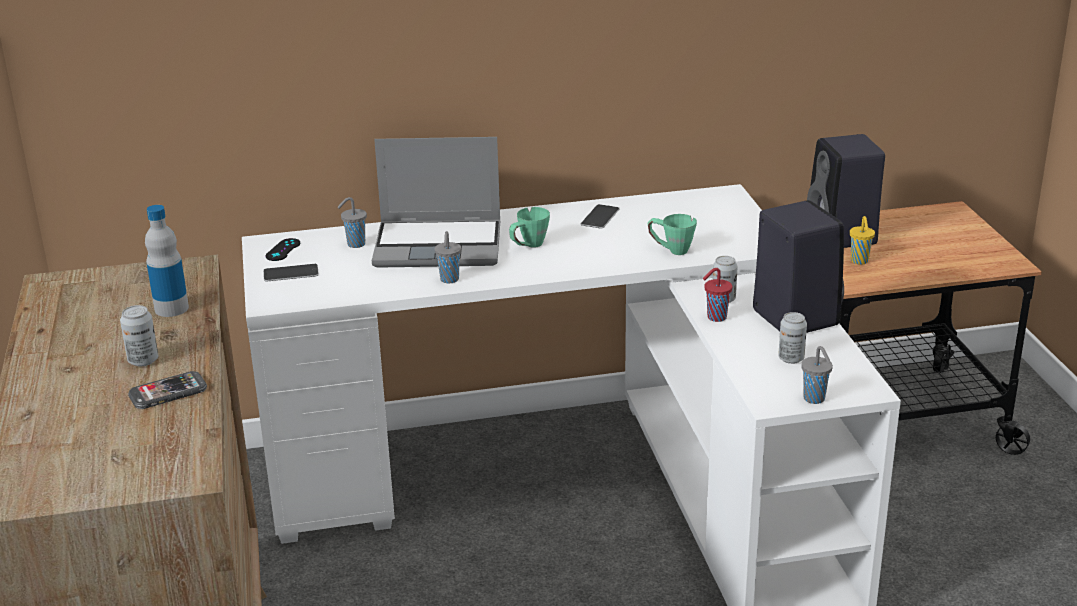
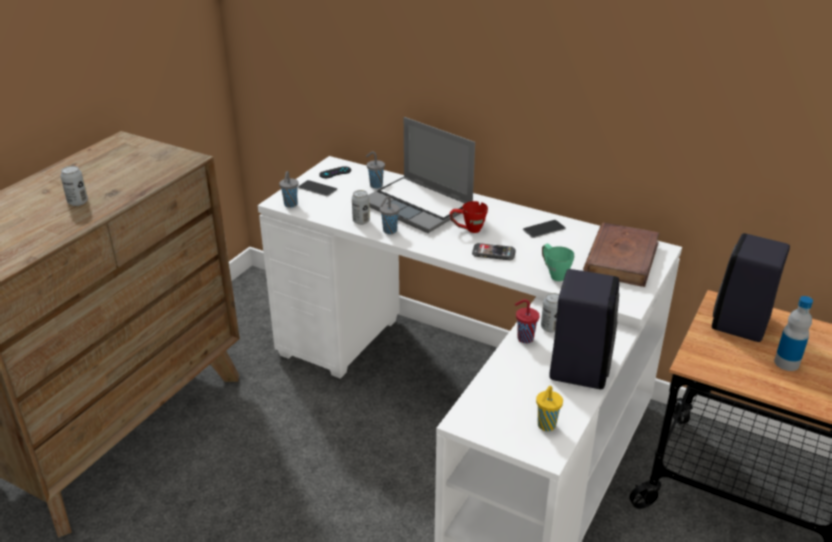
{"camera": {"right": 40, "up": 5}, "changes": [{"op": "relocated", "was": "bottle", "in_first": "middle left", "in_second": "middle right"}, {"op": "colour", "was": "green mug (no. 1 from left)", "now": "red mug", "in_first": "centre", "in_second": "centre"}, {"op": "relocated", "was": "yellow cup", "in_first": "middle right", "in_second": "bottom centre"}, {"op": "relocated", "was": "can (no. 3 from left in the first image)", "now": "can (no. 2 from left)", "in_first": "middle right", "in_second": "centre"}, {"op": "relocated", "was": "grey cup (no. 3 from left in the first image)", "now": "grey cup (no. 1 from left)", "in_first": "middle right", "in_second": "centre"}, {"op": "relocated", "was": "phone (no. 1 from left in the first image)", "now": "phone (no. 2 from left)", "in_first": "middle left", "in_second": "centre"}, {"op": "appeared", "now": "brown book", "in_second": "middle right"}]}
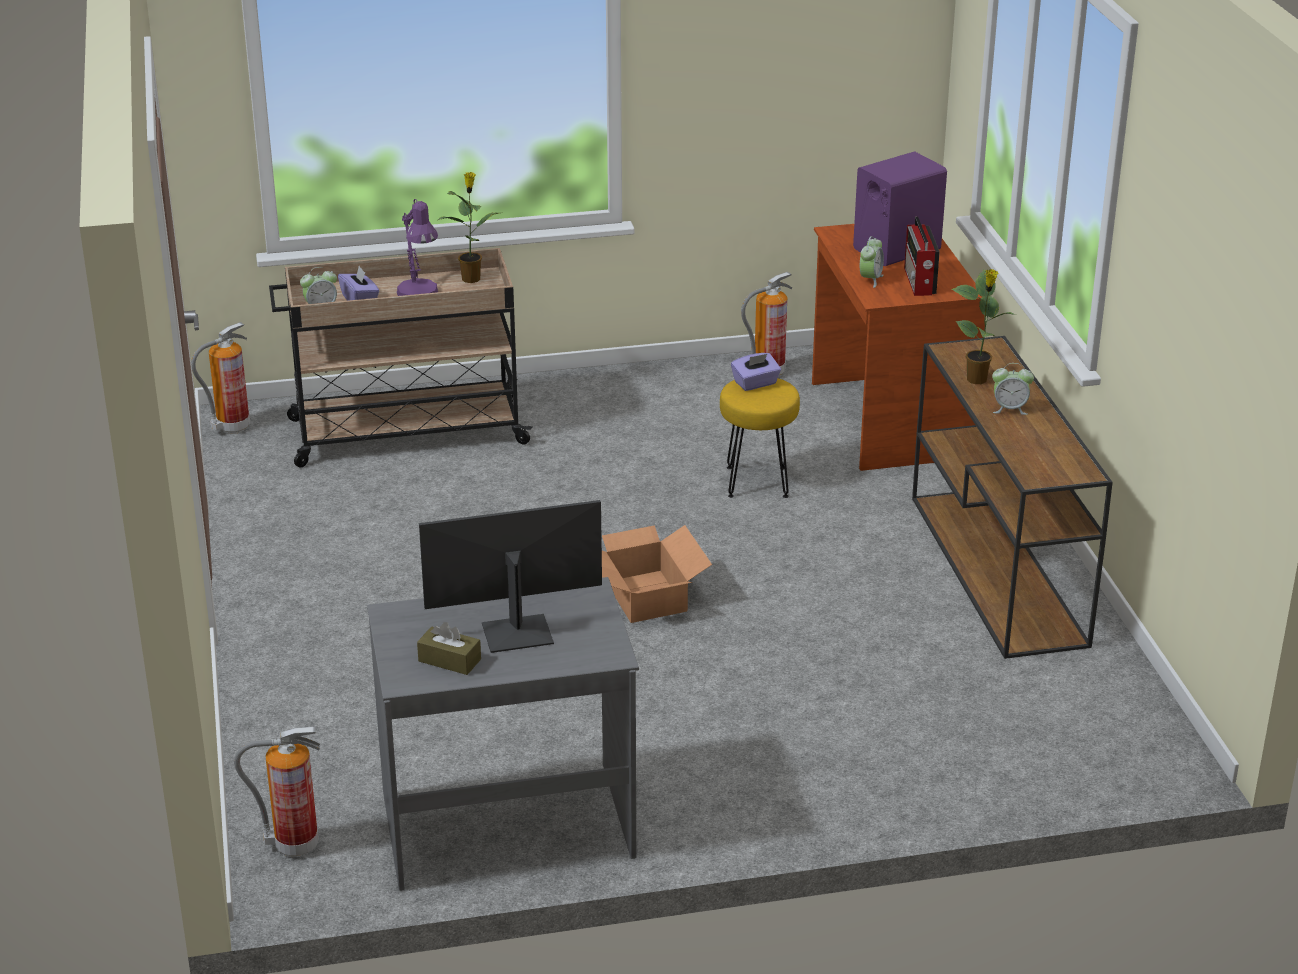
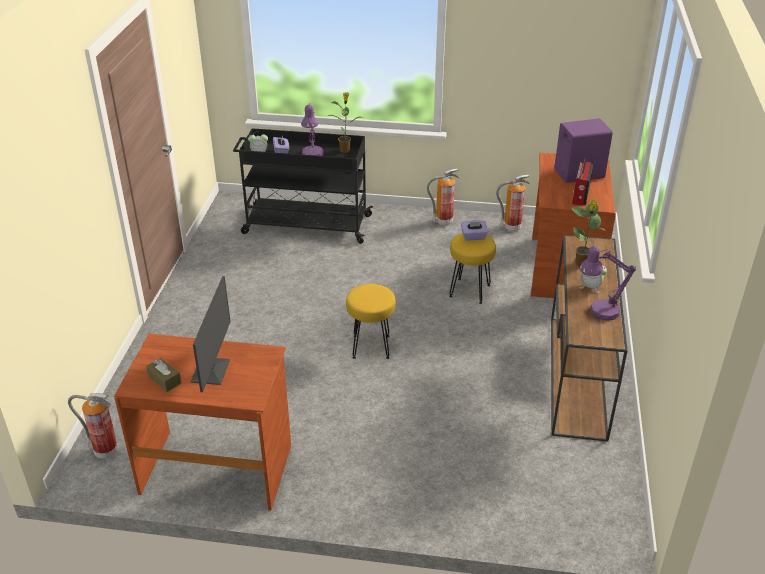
{"camera": {"right": 20, "up": 5}, "changes": [{"op": "missing", "was": "alarm clock (no. 2 from left)", "in_first": "top right"}, {"op": "colour", "was": "beige cart", "now": "black cart", "in_first": "middle left", "in_second": "top centre"}, {"op": "relocated", "was": "fire extinguisher (no. 1 from left in the first image)", "now": "fire extinguisher (no. 2 from left)", "in_first": "middle left", "in_second": "centre"}, {"op": "spun", "was": "monitor", "in_first": "centre", "in_second": "middle left", "clockwise": 90}, {"op": "exchanged", "was": "cardboard box", "now": "yellow stool (no. 1 from left)", "in_first": "centre", "in_second": "centre"}, {"op": "colour", "was": "grey desk", "now": "brown desk (no. 1 from left)", "in_first": "bottom centre", "in_second": "bottom left"}, {"op": "appeared", "now": "purple table lamp (no. 2 from left)", "in_second": "middle right"}]}
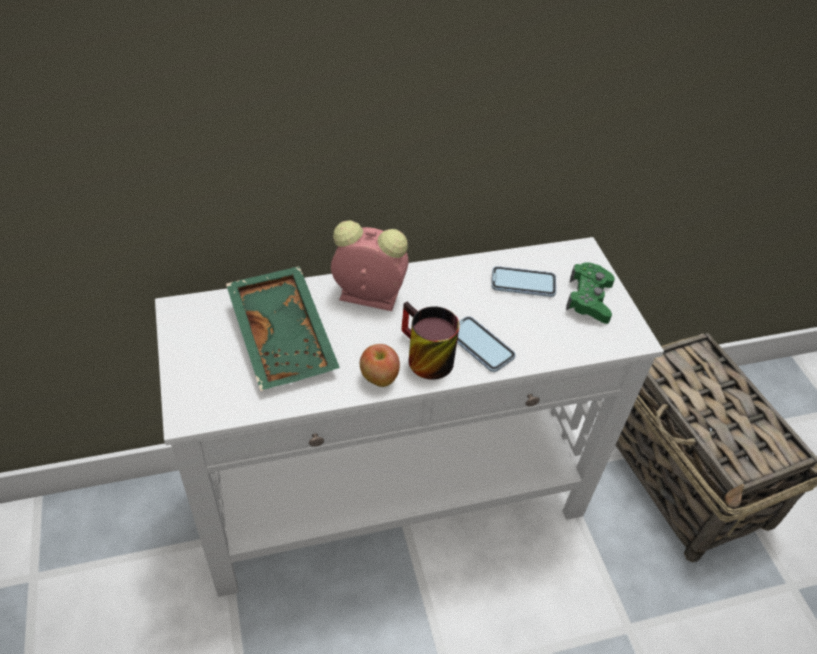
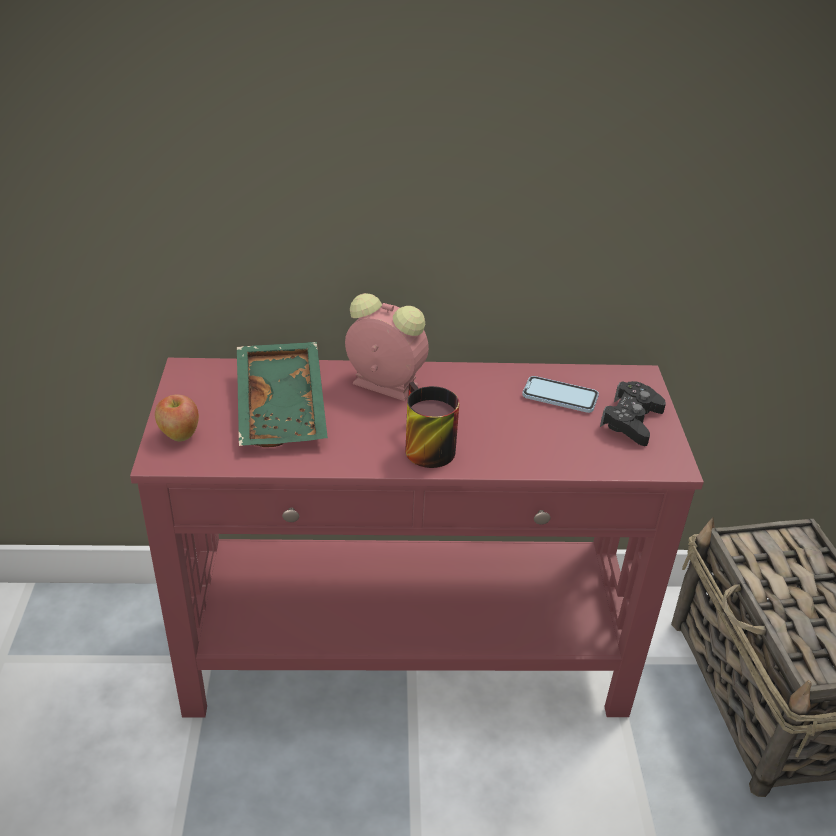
{"camera": {"right": 15, "up": -10}, "changes": [{"op": "colour", "was": "white console table", "now": "red console table", "in_first": "centre", "in_second": "centre"}, {"op": "colour", "was": "green game controller", "now": "black game controller", "in_first": "middle right", "in_second": "middle right"}, {"op": "missing", "was": "phone (no. 1 from left)", "in_first": "centre"}, {"op": "relocated", "was": "apple", "in_first": "centre", "in_second": "middle left"}]}
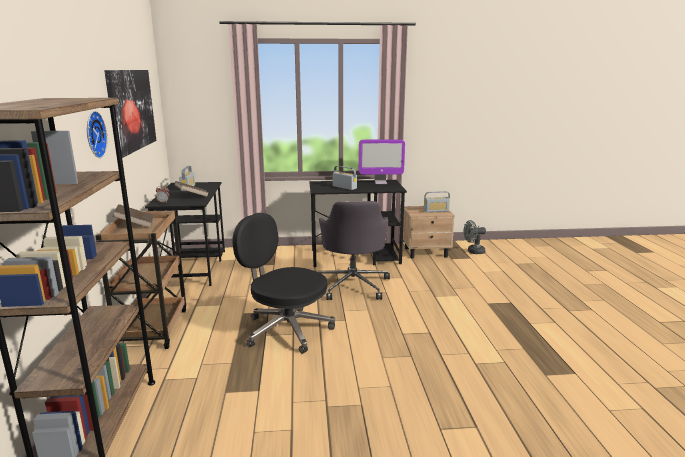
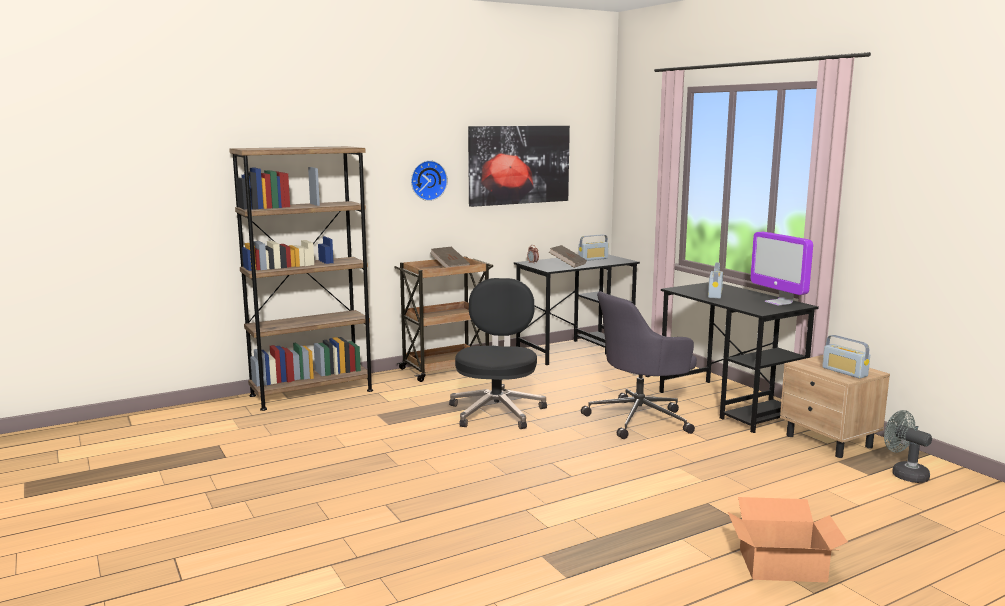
{"camera": {"right": 65, "up": -5}, "changes": [{"op": "appeared", "now": "cardboard box", "in_second": "bottom right"}]}
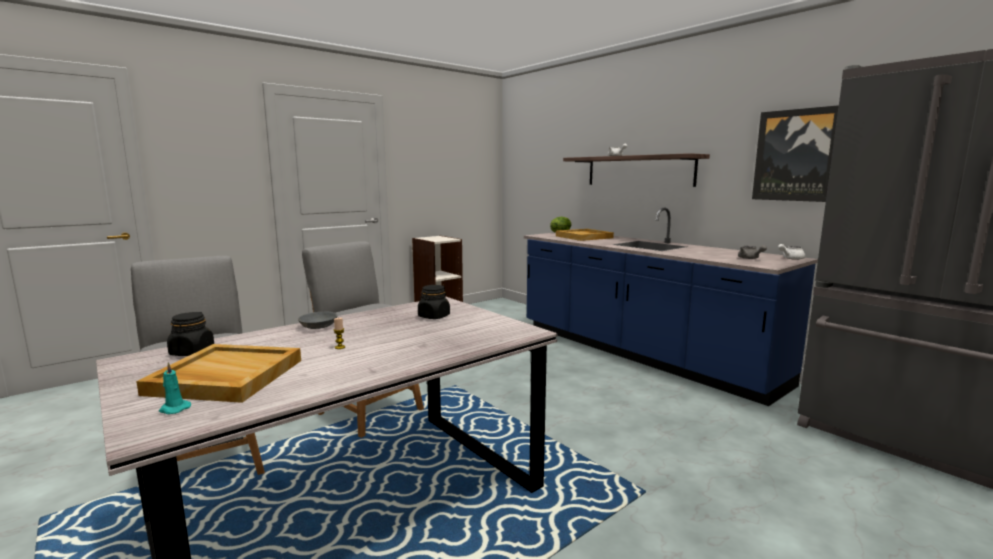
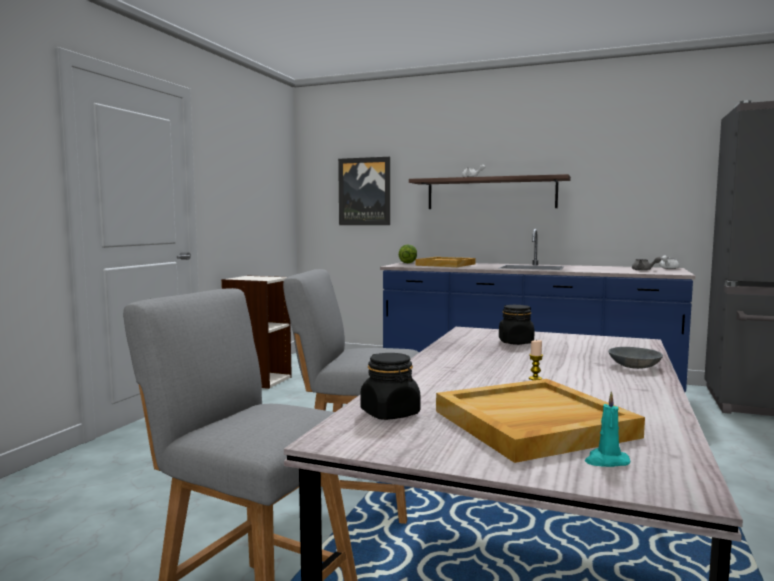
{"camera": {"right": -30, "up": -5}, "changes": [{"op": "relocated", "was": "picture", "in_first": "top right", "in_second": "top centre"}, {"op": "relocated", "was": "grey bowl", "in_first": "middle left", "in_second": "middle right"}]}
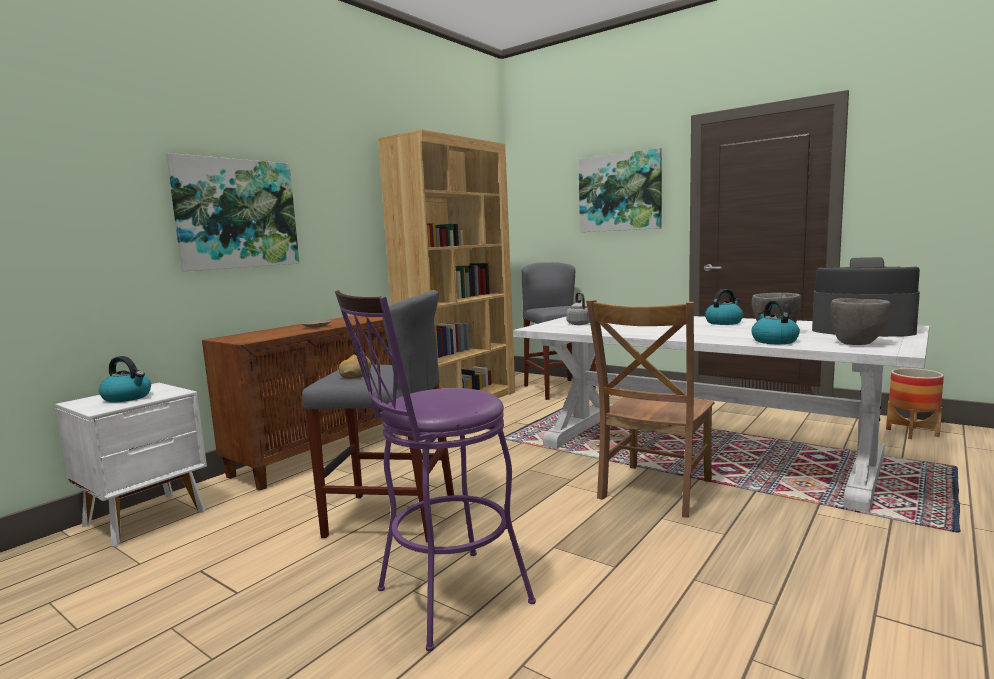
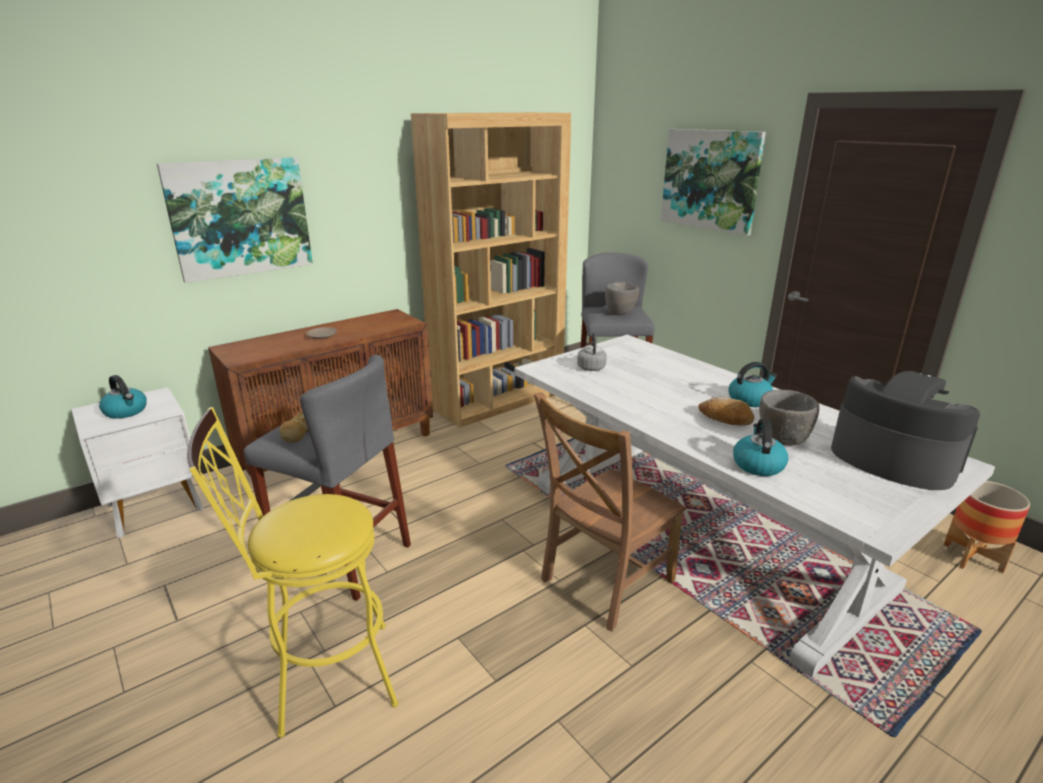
{"camera": {"right": 15, "up": 15}, "changes": [{"op": "colour", "was": "purple stool", "now": "yellow stool", "in_first": "bottom centre", "in_second": "bottom left"}, {"op": "relocated", "was": "grey bowl (no. 2 from left in the first image)", "now": "grey bowl (no. 1 from left)", "in_first": "middle right", "in_second": "centre"}, {"op": "appeared", "now": "bread (no. 2 from left)", "in_second": "middle right"}]}
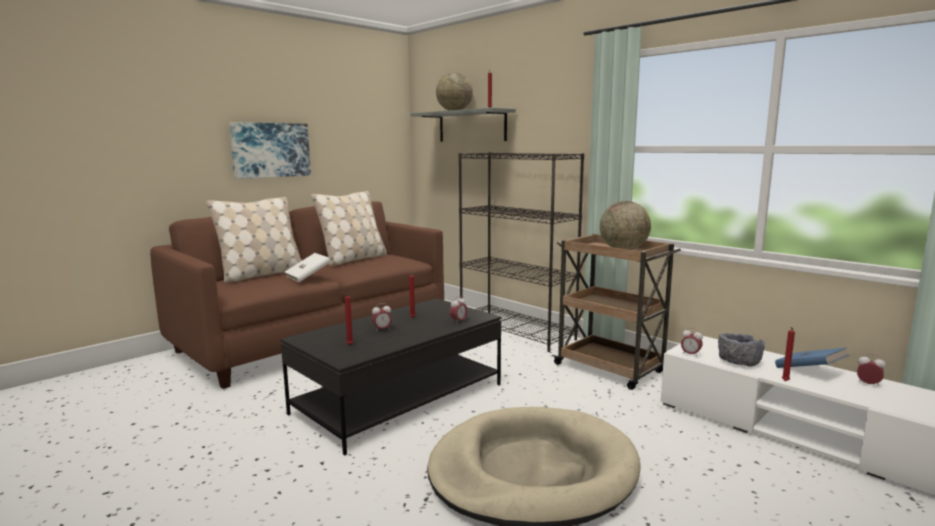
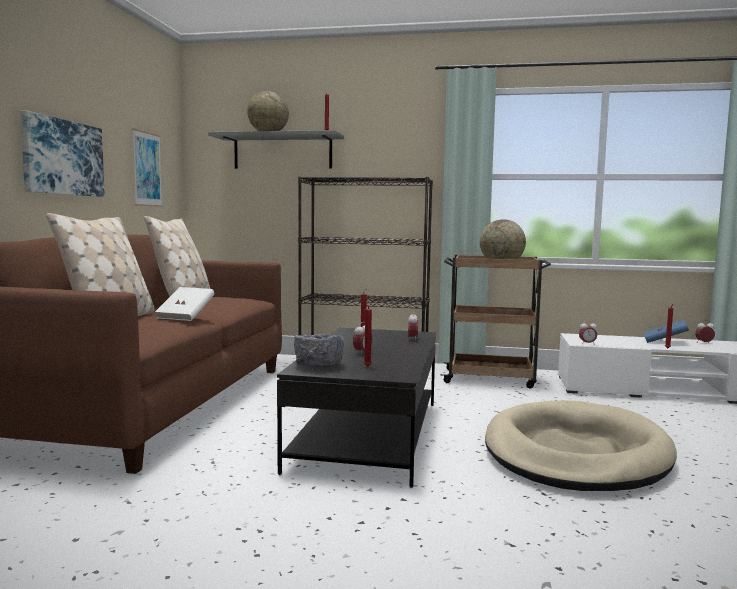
{"camera": {"right": -35, "up": -5}, "changes": [{"op": "relocated", "was": "grey bowl", "in_first": "middle right", "in_second": "centre"}, {"op": "appeared", "now": "picture (no. 2 from left)", "in_second": "top left"}]}
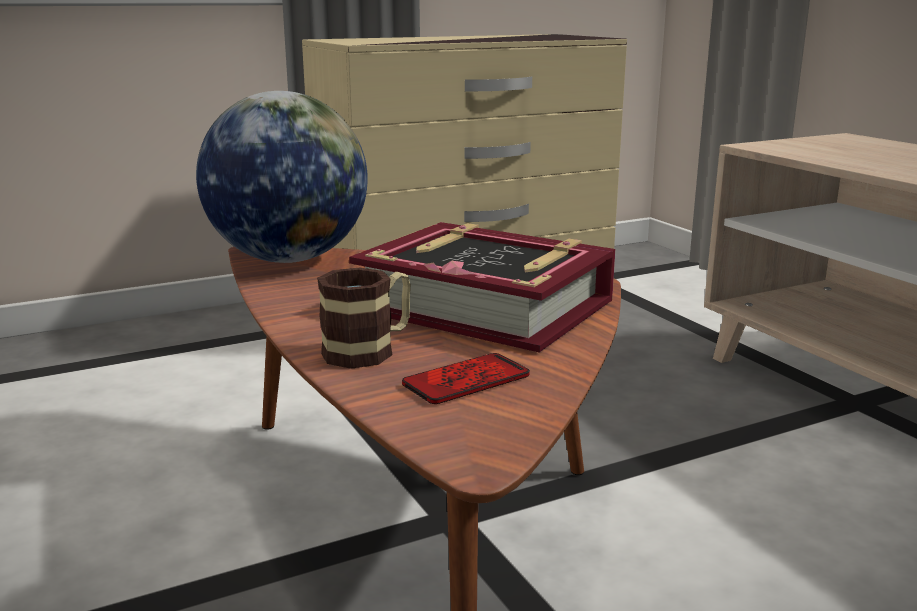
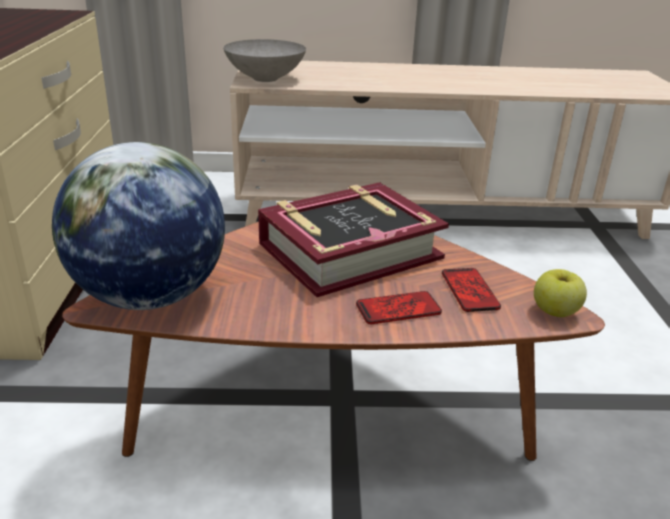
{"camera": {"right": -65, "up": 10}, "changes": [{"op": "exchanged", "was": "mug", "now": "phone (no. 1 from left)", "in_first": "centre", "in_second": "centre"}, {"op": "appeared", "now": "grey bowl", "in_second": "top centre"}, {"op": "appeared", "now": "apple", "in_second": "middle right"}]}
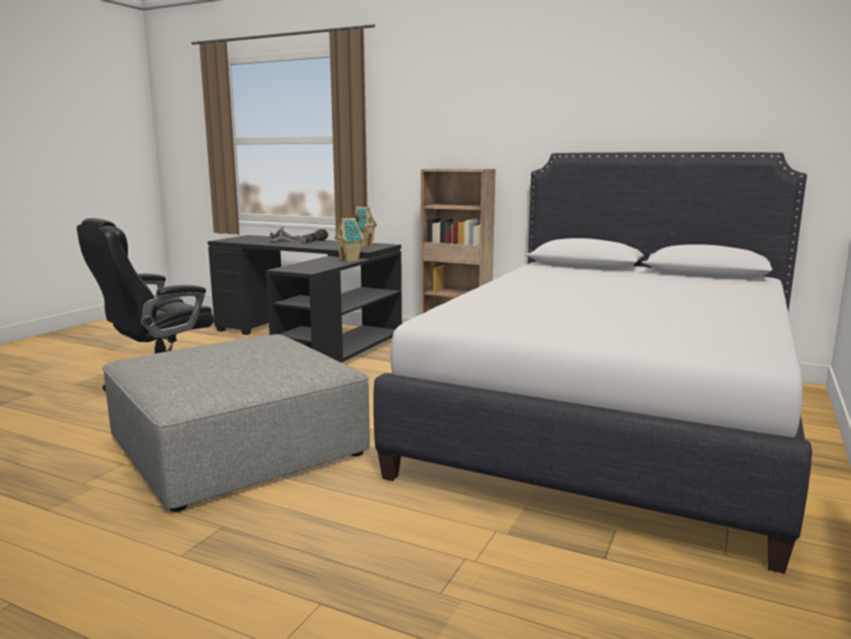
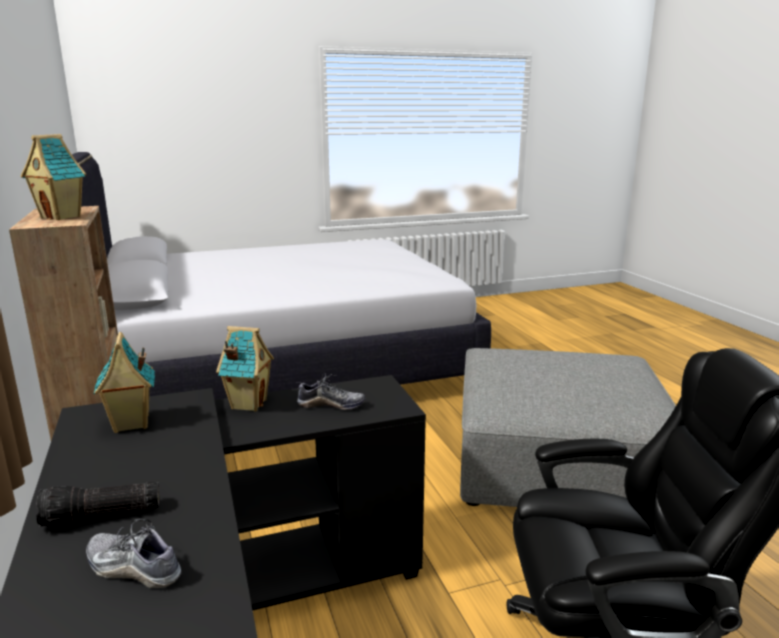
{"camera": {"right": -135, "up": 5}, "changes": [{"op": "appeared", "now": "toy house (no. 1 from left)", "in_second": "top left"}, {"op": "appeared", "now": "shoe (no. 2 from left)", "in_second": "centre"}]}
